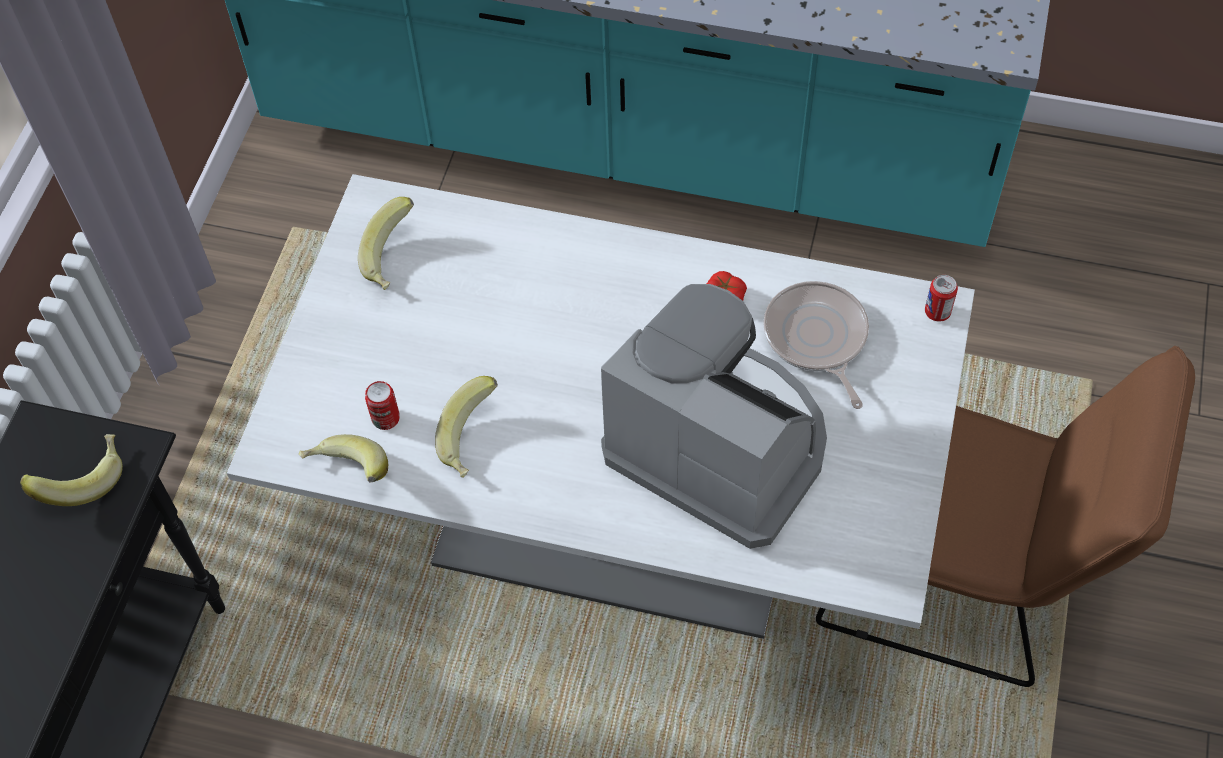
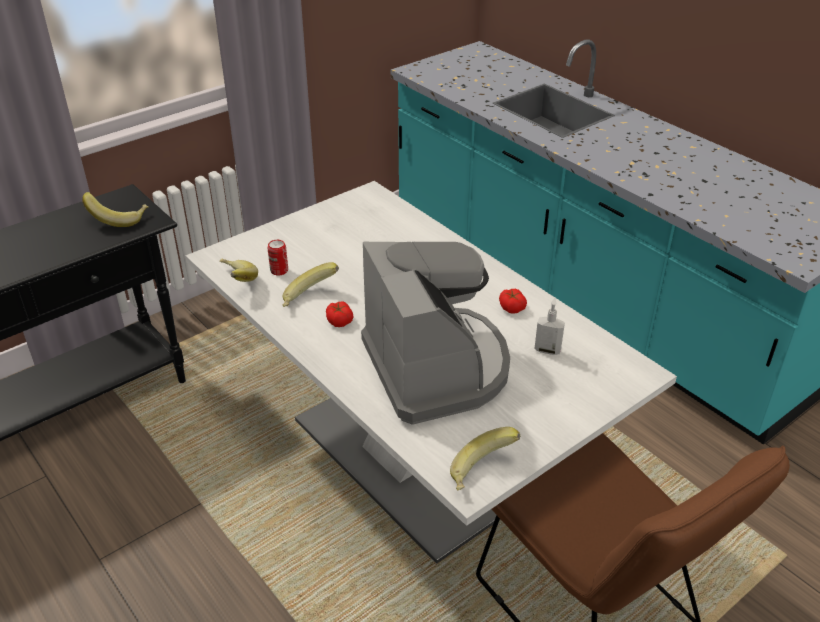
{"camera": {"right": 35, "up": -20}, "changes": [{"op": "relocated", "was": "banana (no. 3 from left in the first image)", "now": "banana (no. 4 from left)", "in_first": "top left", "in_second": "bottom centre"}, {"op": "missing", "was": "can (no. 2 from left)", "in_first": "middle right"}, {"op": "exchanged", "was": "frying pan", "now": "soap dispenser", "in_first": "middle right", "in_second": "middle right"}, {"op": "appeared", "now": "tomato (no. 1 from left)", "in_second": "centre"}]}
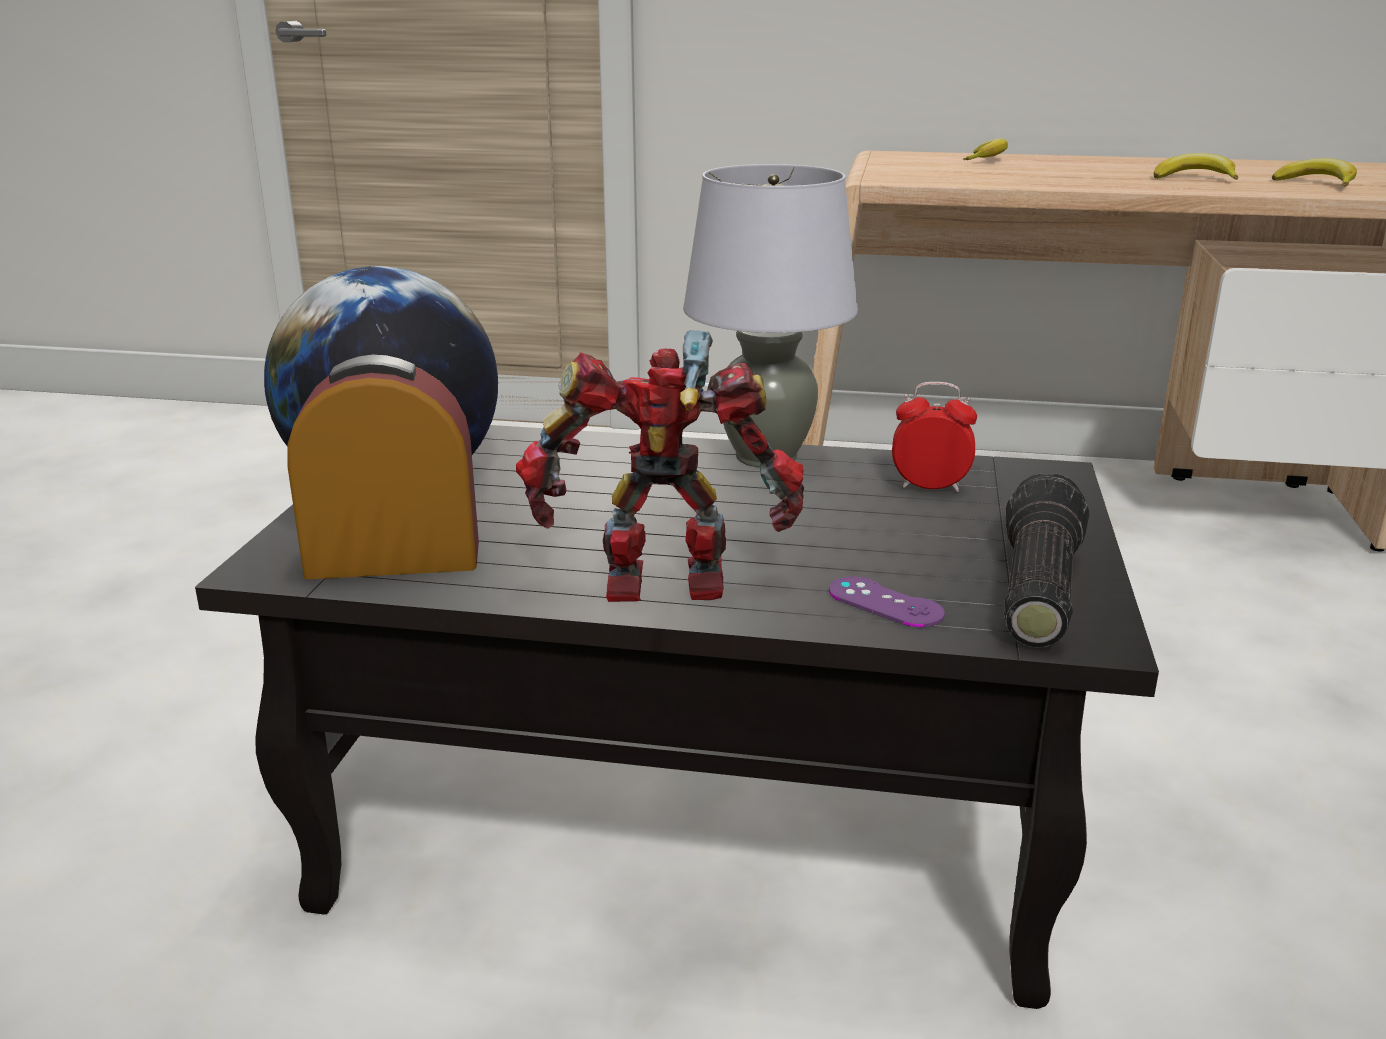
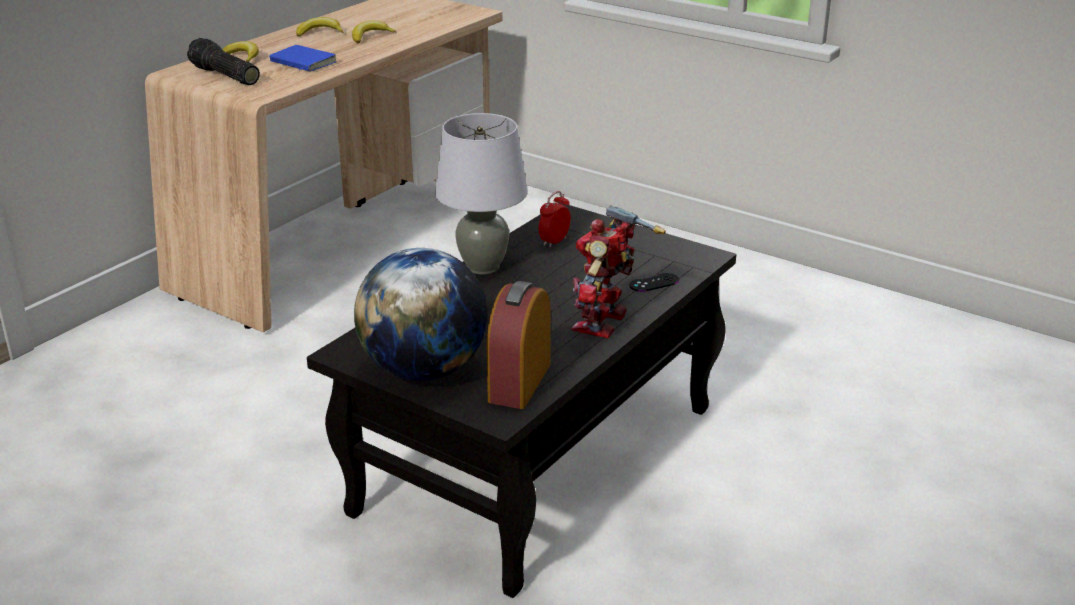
{"camera": {"right": -65, "up": 5}, "changes": [{"op": "relocated", "was": "banana (no. 3 from left in the first image)", "now": "banana (no. 2 from left)", "in_first": "top right", "in_second": "top left"}, {"op": "relocated", "was": "flashlight", "in_first": "middle right", "in_second": "top left"}, {"op": "colour", "was": "purple game controller", "now": "black game controller", "in_first": "centre", "in_second": "centre"}, {"op": "appeared", "now": "blue book", "in_second": "top left"}]}
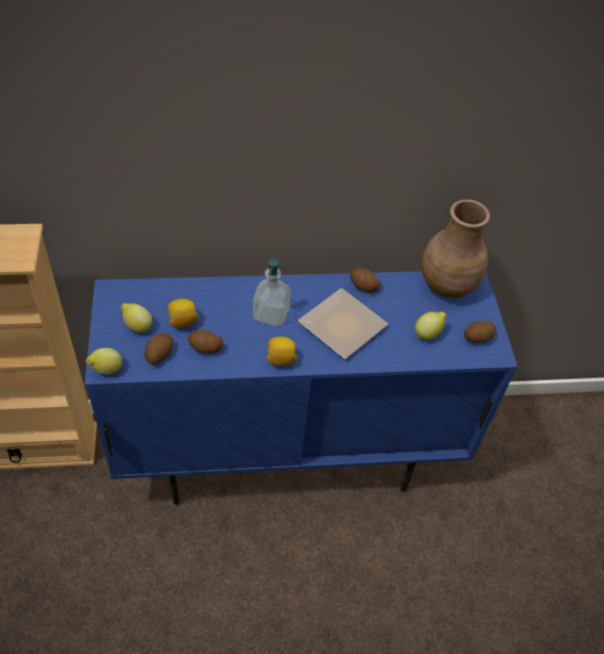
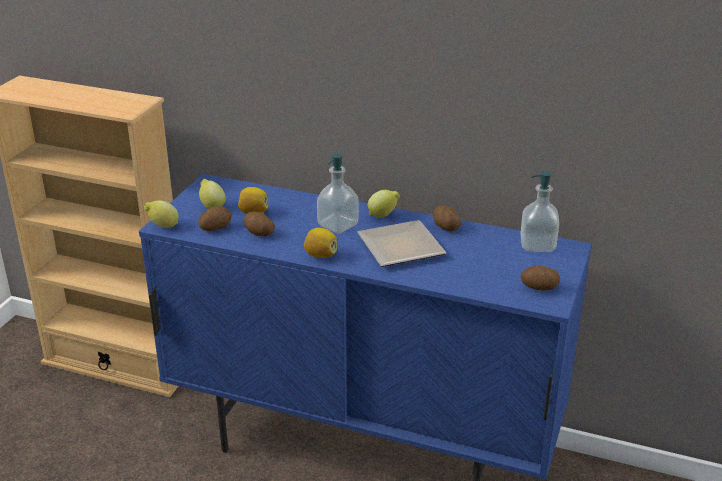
{"camera": {"right": 30, "up": -20}, "changes": [{"op": "exchanged", "was": "brown vase", "now": "soap dispenser (no. 2 from left)", "in_first": "middle right", "in_second": "middle right"}, {"op": "relocated", "was": "lemon (no. 5 from left)", "in_first": "middle right", "in_second": "centre"}]}
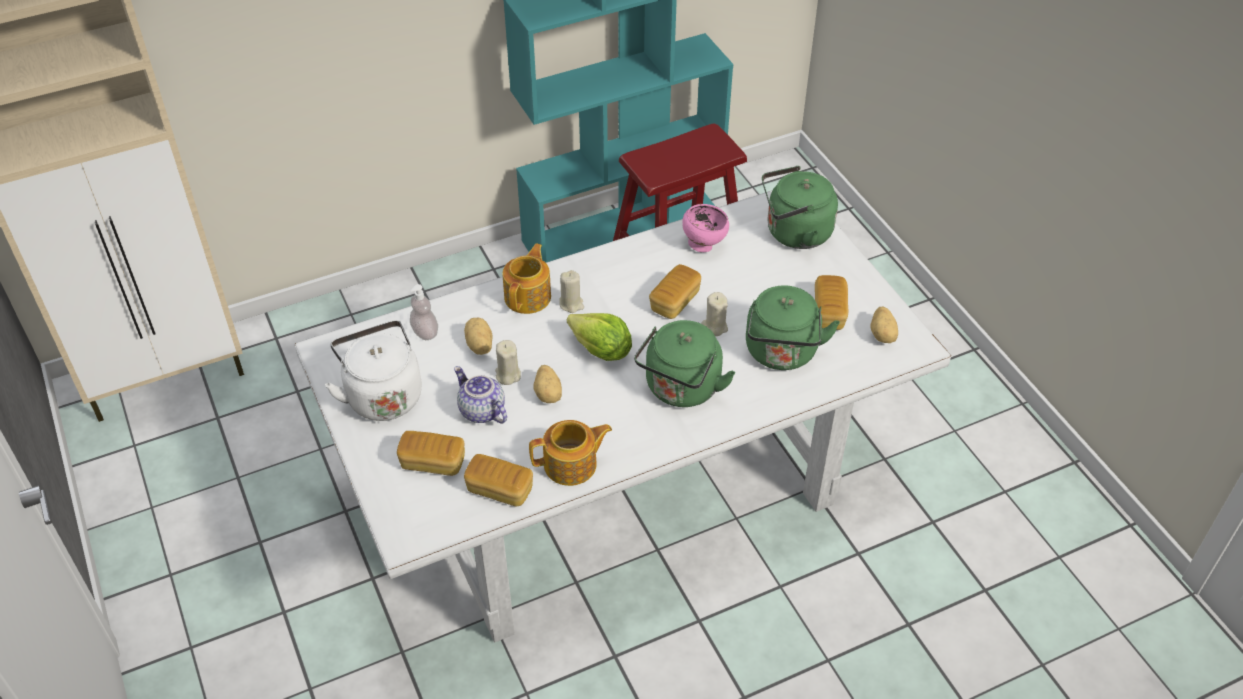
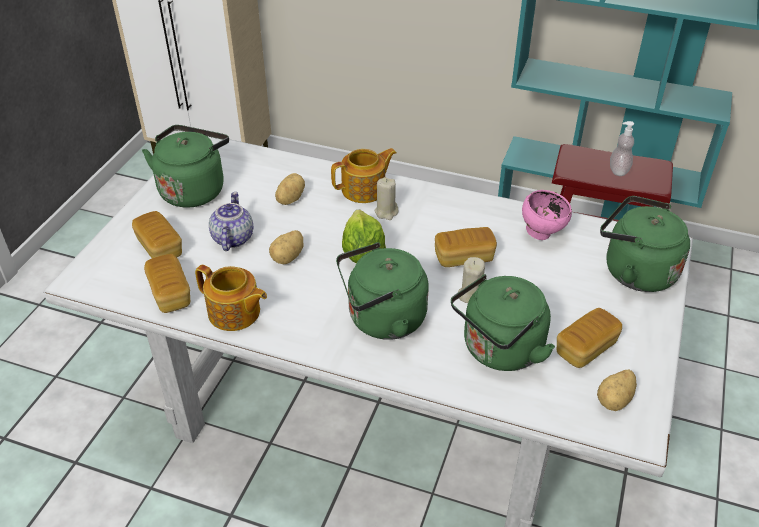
{"camera": {"right": 45, "up": -5}, "changes": [{"op": "relocated", "was": "soap dispenser", "in_first": "centre", "in_second": "top right"}, {"op": "colour", "was": "white kettle", "now": "green kettle (no. 1 from left)", "in_first": "middle left", "in_second": "top left"}, {"op": "missing", "was": "beige candle (no. 1 from left)", "in_first": "centre"}]}
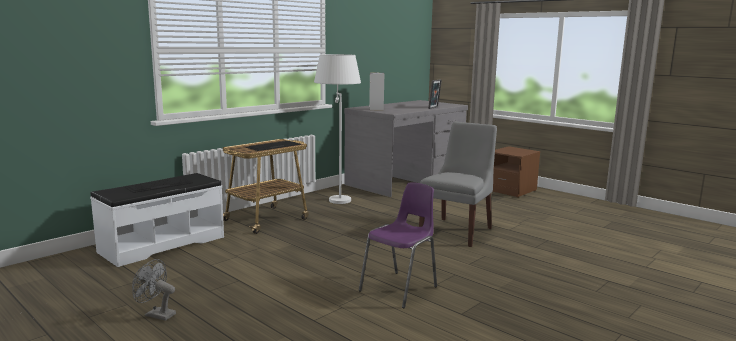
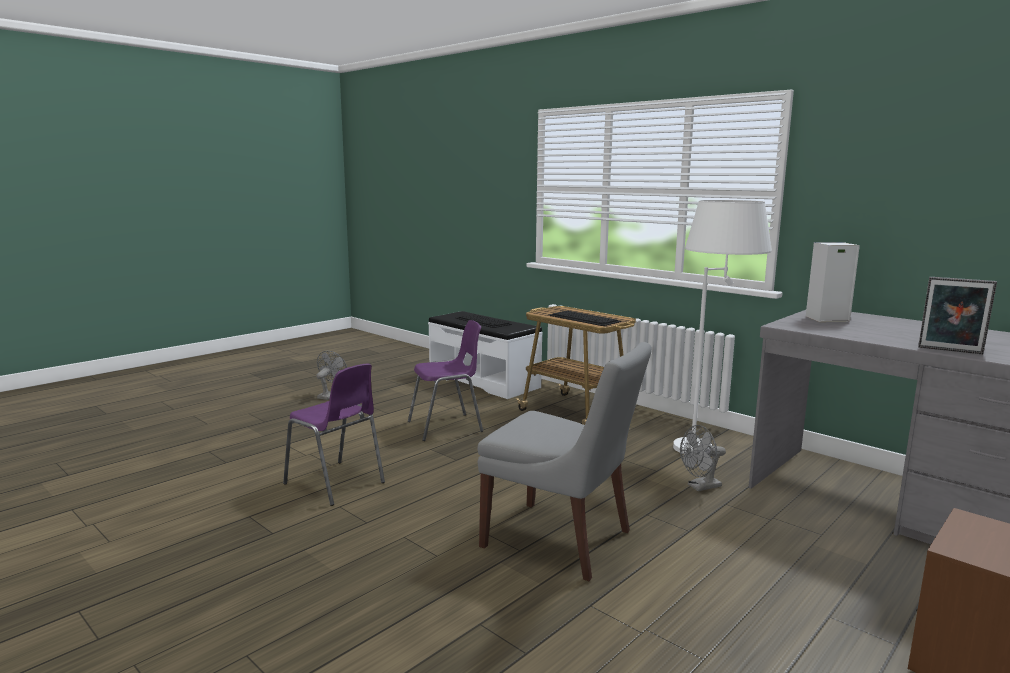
{"camera": {"right": 90, "up": 0}, "changes": [{"op": "appeared", "now": "purple chair (no. 2 from left)", "in_second": "centre"}, {"op": "appeared", "now": "grey fan (no. 2 from left)", "in_second": "bottom right"}]}
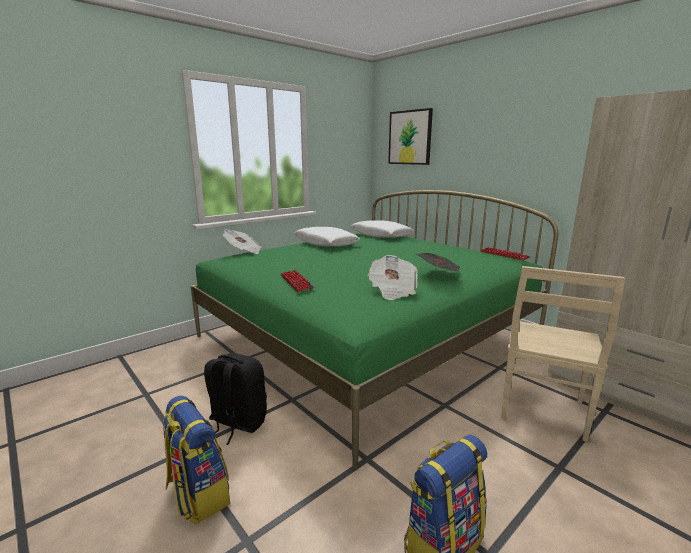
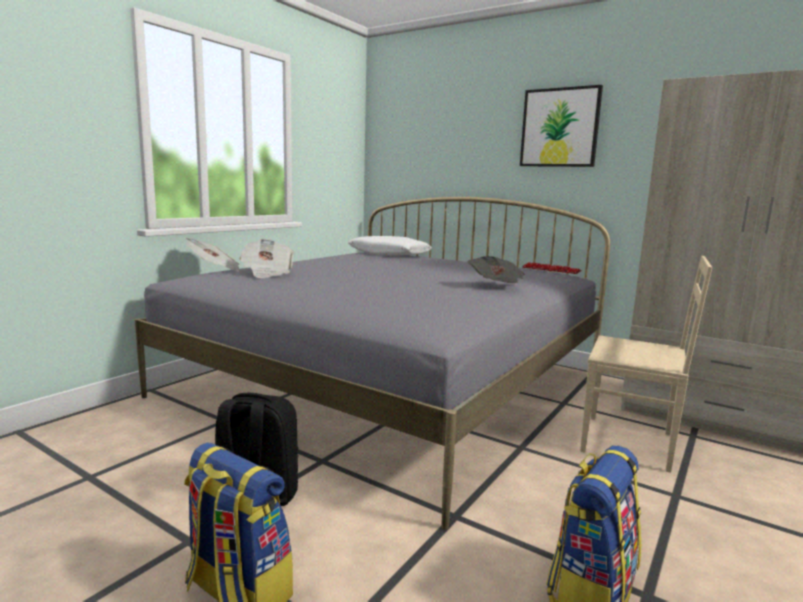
{"camera": {"right": -15, "up": -5}, "changes": [{"op": "relocated", "was": "picture", "in_first": "top centre", "in_second": "top right"}, {"op": "colour", "was": "green bed", "now": "grey bed", "in_first": "centre", "in_second": "centre"}, {"op": "missing", "was": "white pillow (no. 1 from left)", "in_first": "centre"}, {"op": "relocated", "was": "newspaper (no. 2 from left)", "in_first": "centre", "in_second": "middle left"}, {"op": "spun", "was": "beige chair", "in_first": "middle right", "in_second": "middle right", "clockwise": -75}, {"op": "missing", "was": "keyboard (no. 1 from left)", "in_first": "centre"}]}
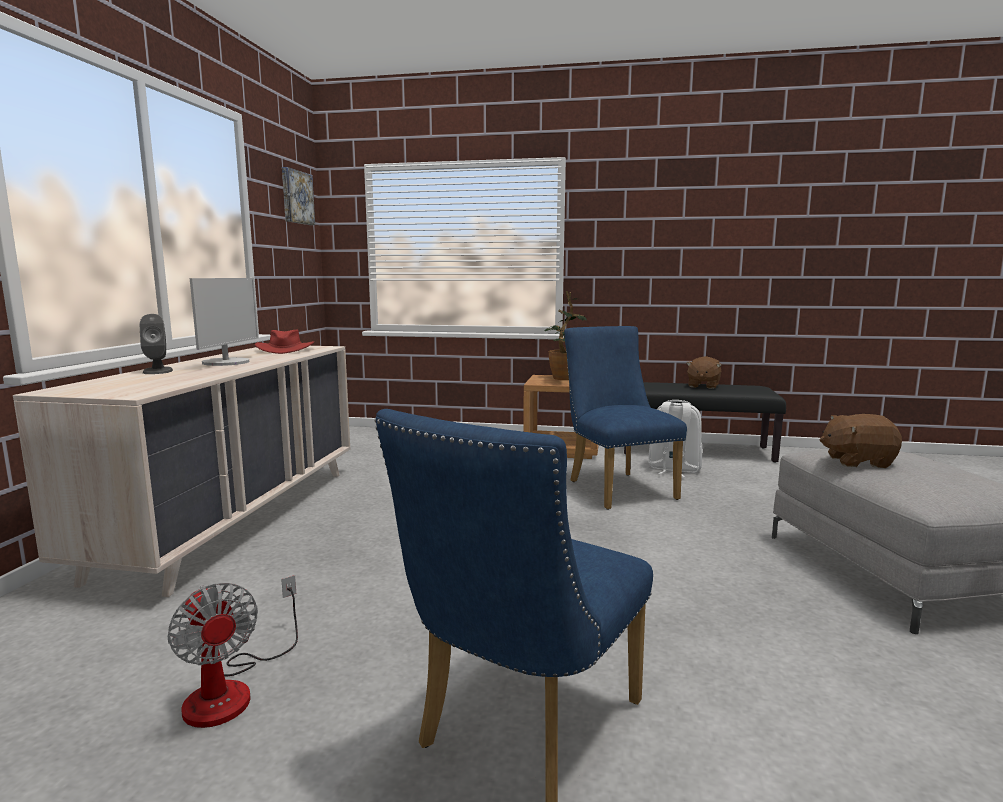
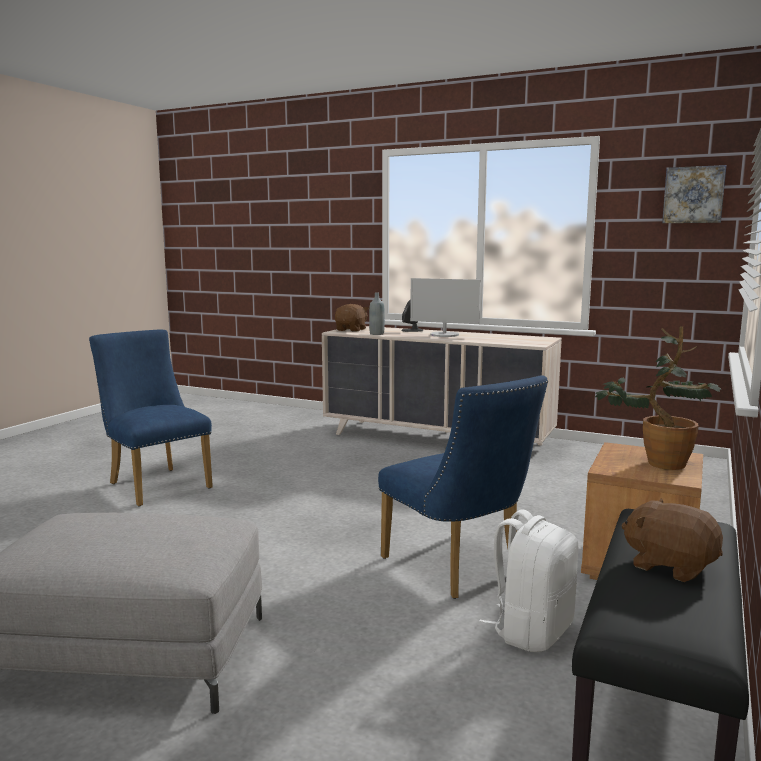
{"camera": {"right": 105, "up": 0}, "changes": [{"op": "spun", "was": "blue chair (no. 2 from left)", "in_first": "centre", "in_second": "centre", "clockwise": 60}, {"op": "missing", "was": "red hat", "in_first": "middle left"}, {"op": "relocated", "was": "brown plush toy (no. 2 from left in the first image)", "now": "brown plush toy (no. 1 from left)", "in_first": "middle right", "in_second": "centre"}, {"op": "missing", "was": "fan", "in_first": "bottom left"}, {"op": "appeared", "now": "grey bottle", "in_second": "centre"}]}
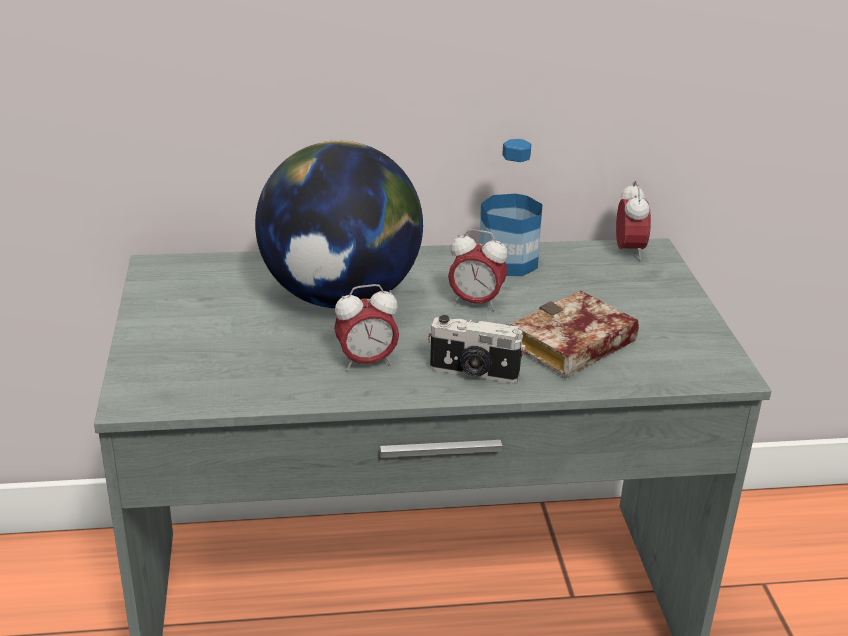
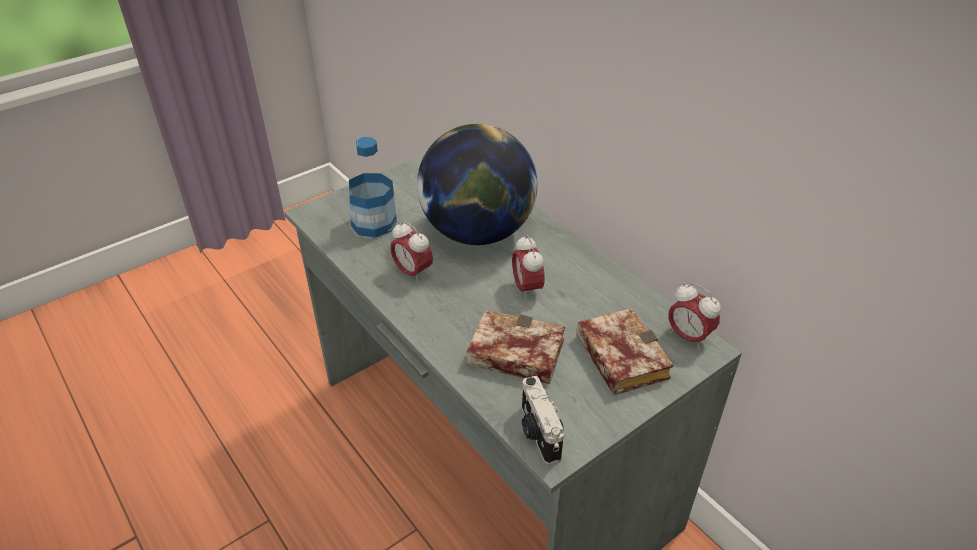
{"camera": {"right": 60, "up": 10}, "changes": [{"op": "relocated", "was": "bottle", "in_first": "top centre", "in_second": "centre"}, {"op": "spun", "was": "alarm clock (no. 3 from left)", "in_first": "middle right", "in_second": "middle right", "clockwise": 75}, {"op": "relocated", "was": "photo camera", "in_first": "centre", "in_second": "bottom centre"}, {"op": "appeared", "now": "book (no. 2 from left)", "in_second": "centre"}]}
